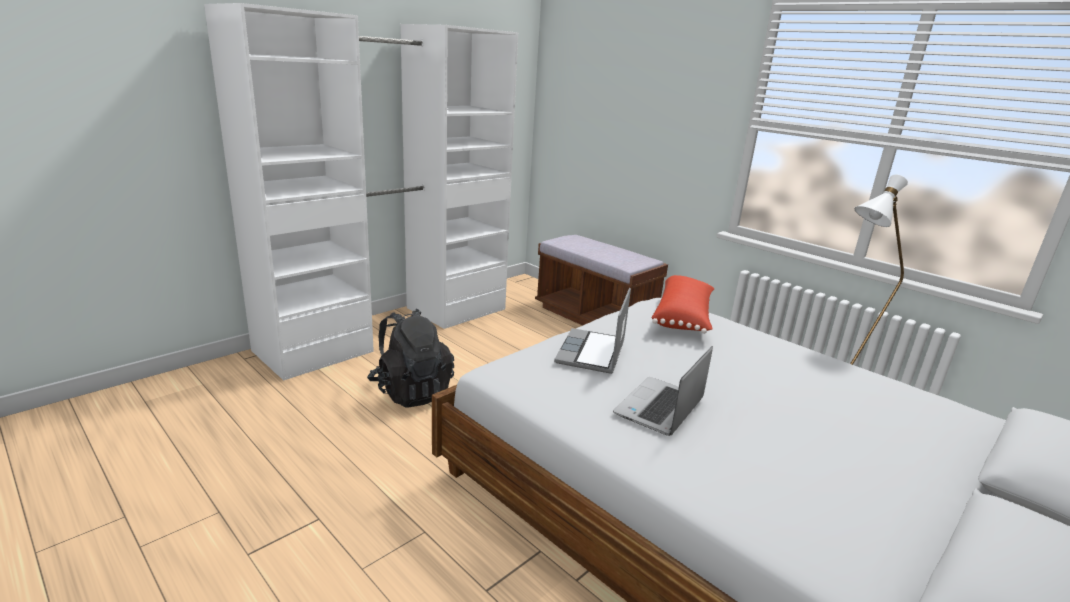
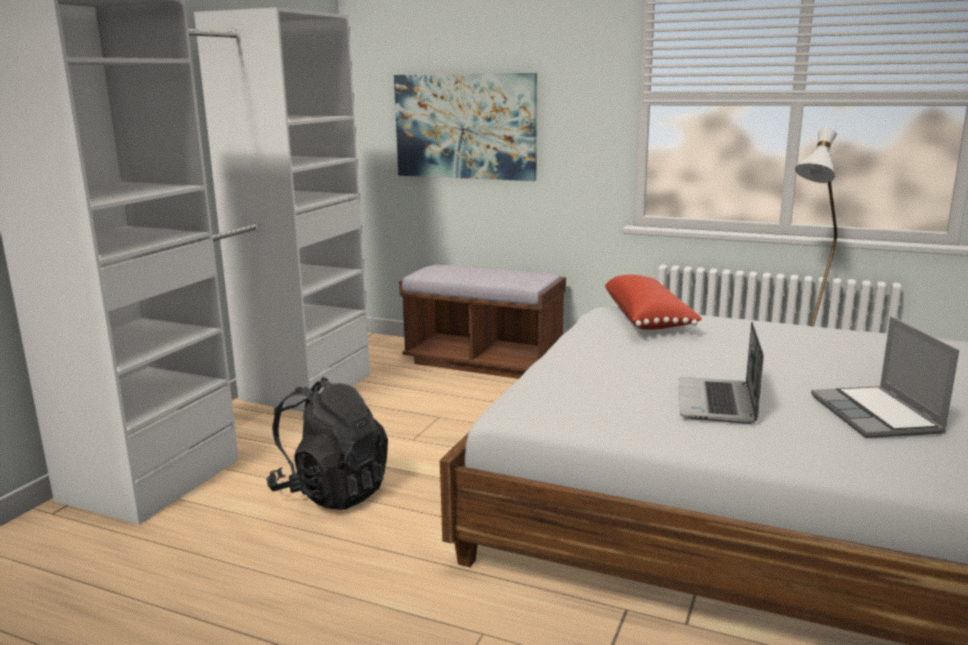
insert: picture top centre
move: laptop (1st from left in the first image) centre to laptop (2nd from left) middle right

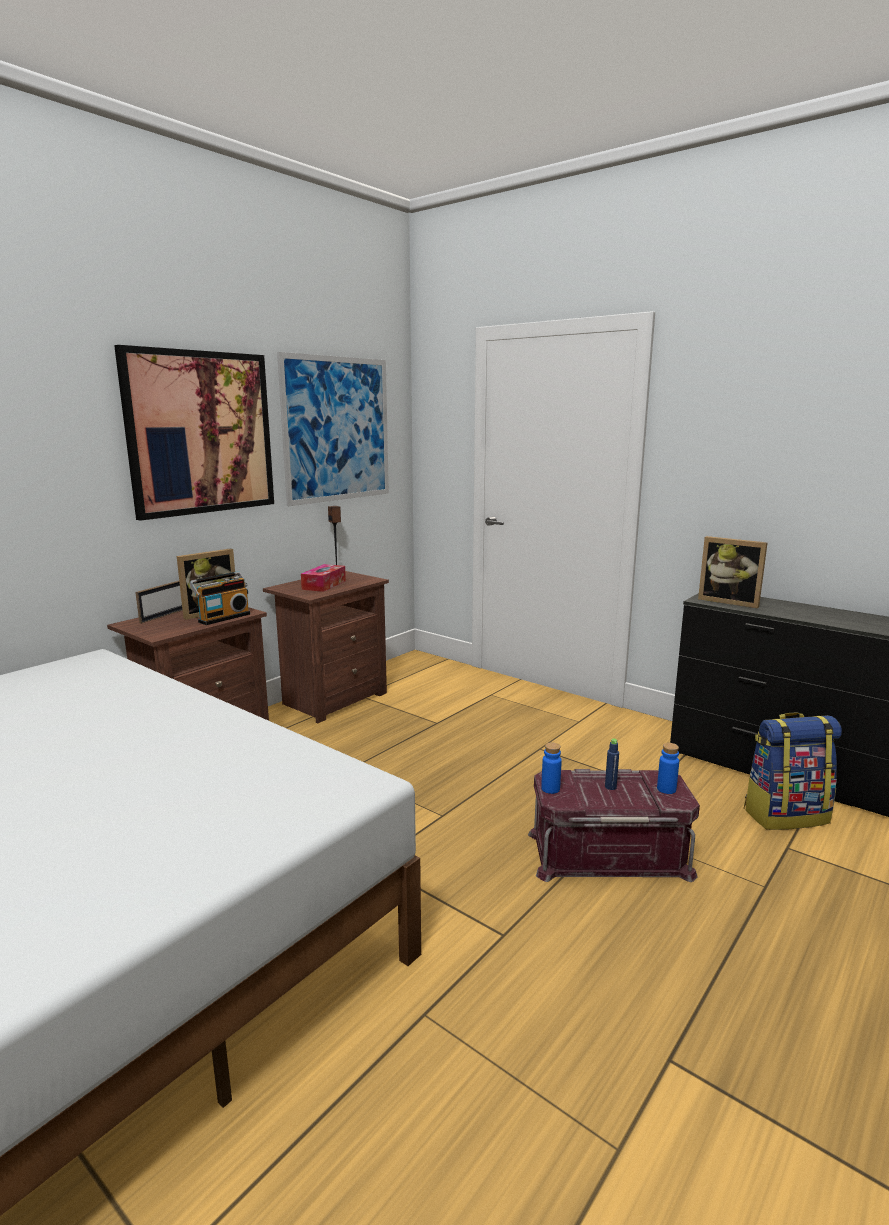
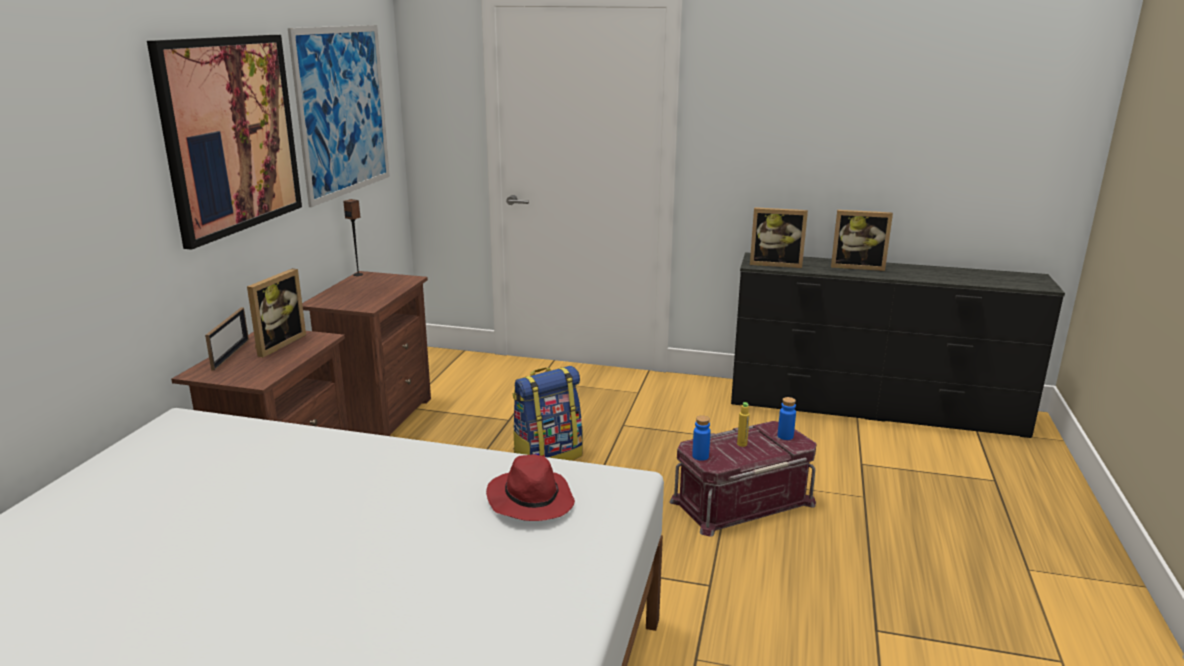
delete: radio set middle left; tissue holder centre
insert: red wearable hat bottom centre; standing frame (4th from left) middle right
move: rucksack middle right to centre
recolor: blue-coloured beverage bottle (2nd from left) middle right to yellow beverage bottle centre

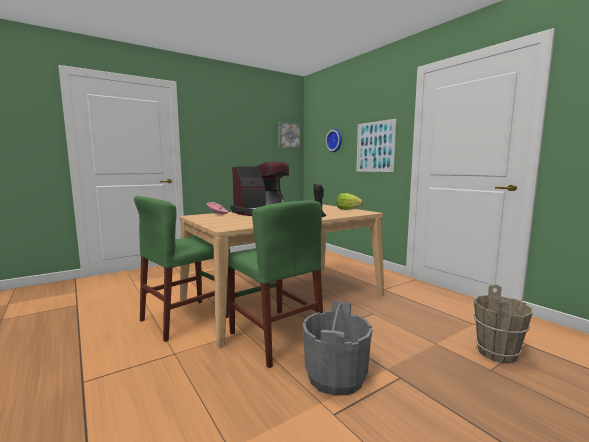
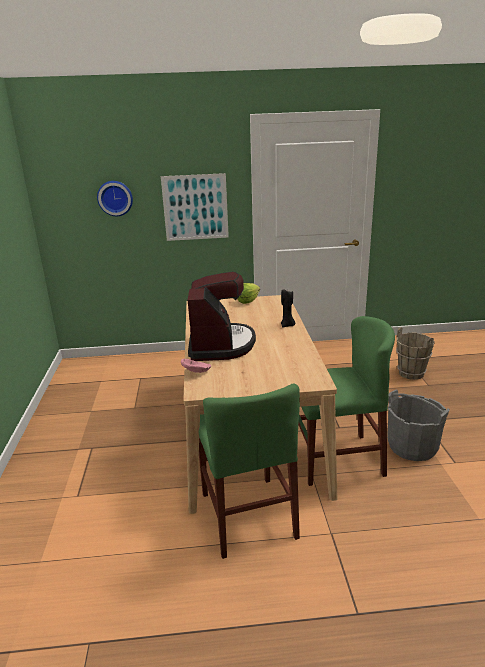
delete: picture (1st from left) top centre

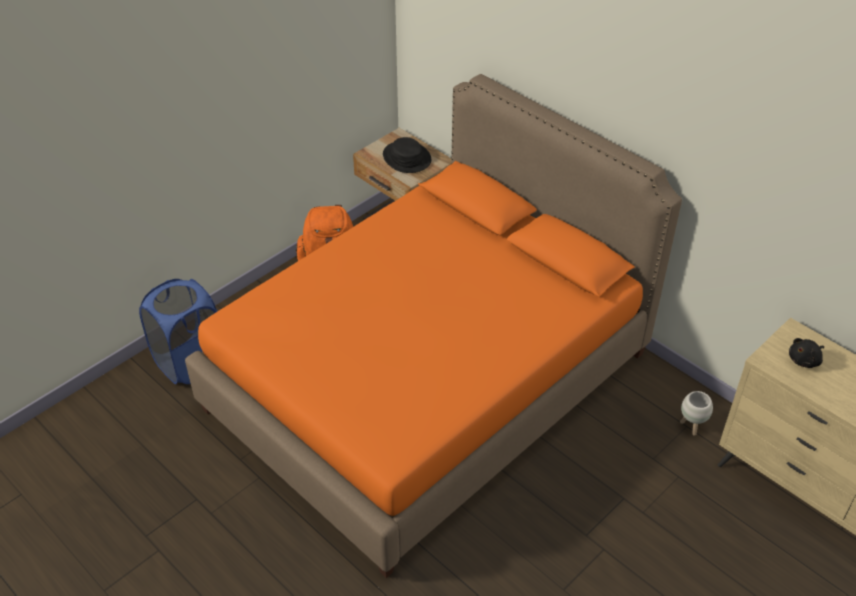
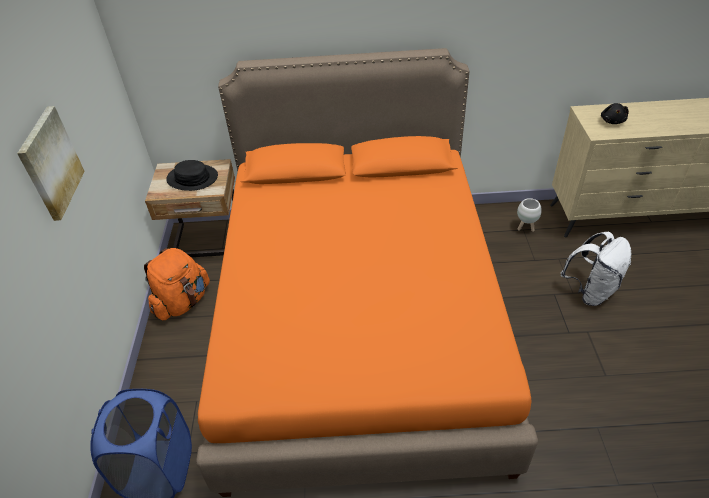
insert: picture top left; white-coloured rucksack middle right

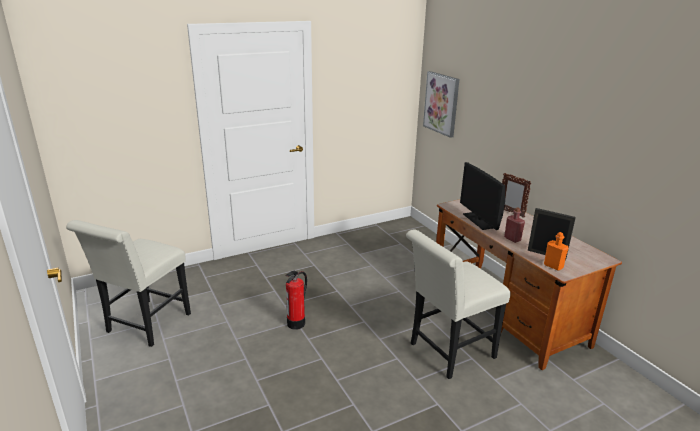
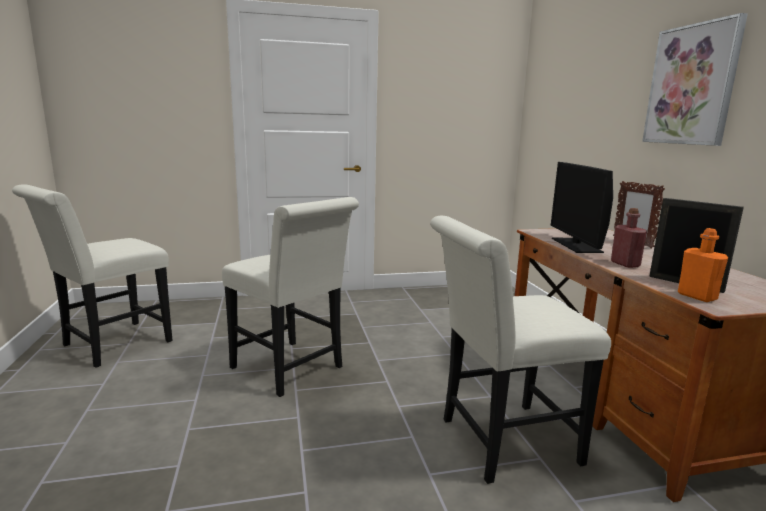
move: picture top centre to top right
replace: fire-fighting cylinder bottom centre to white-coloured chair (2nd from left) centre

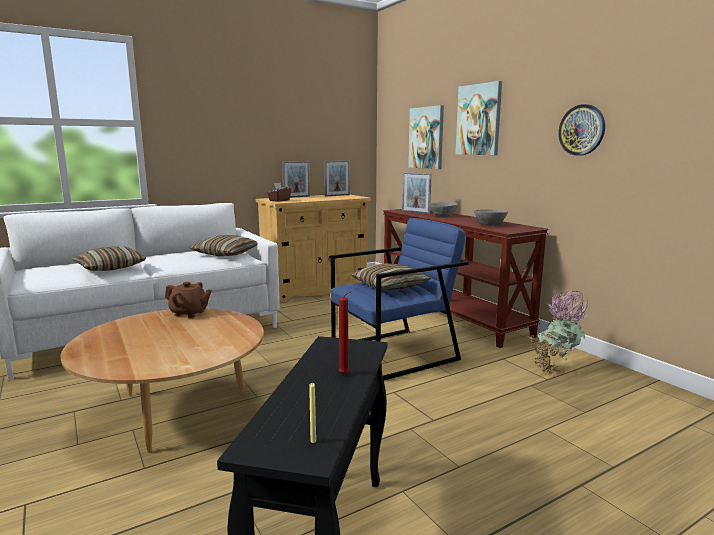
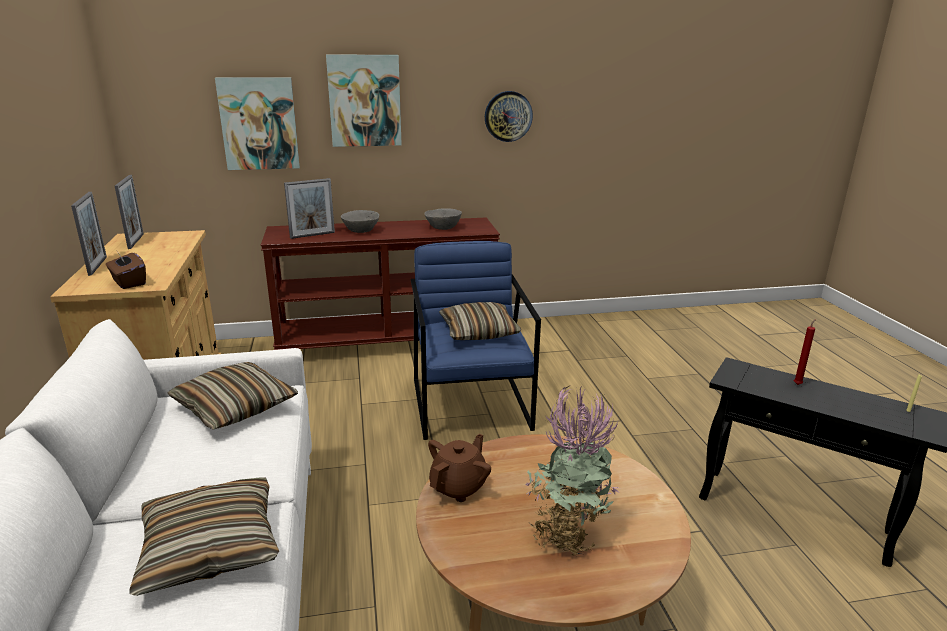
move: plant in a pot middle right to bottom centre

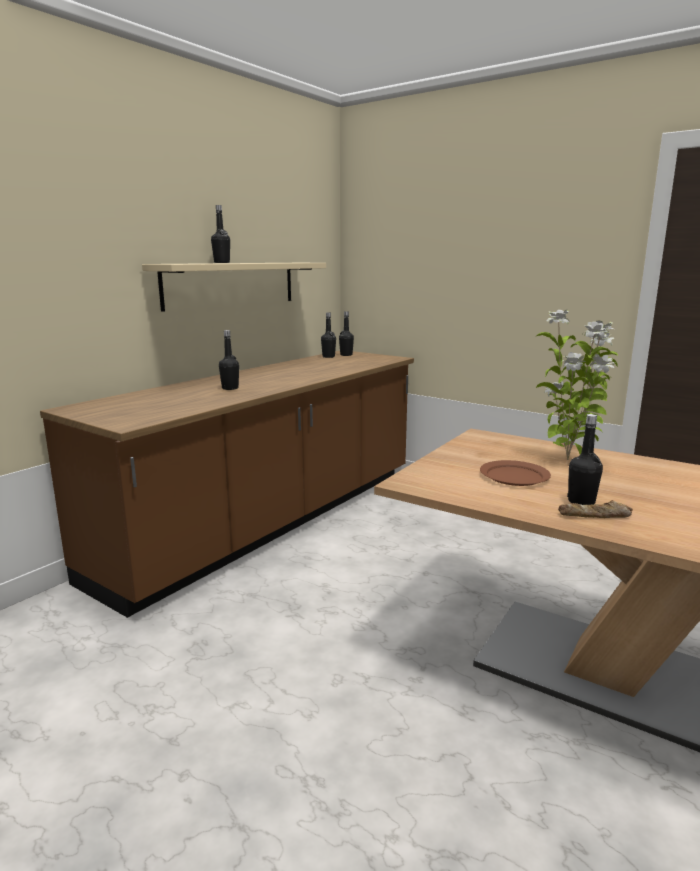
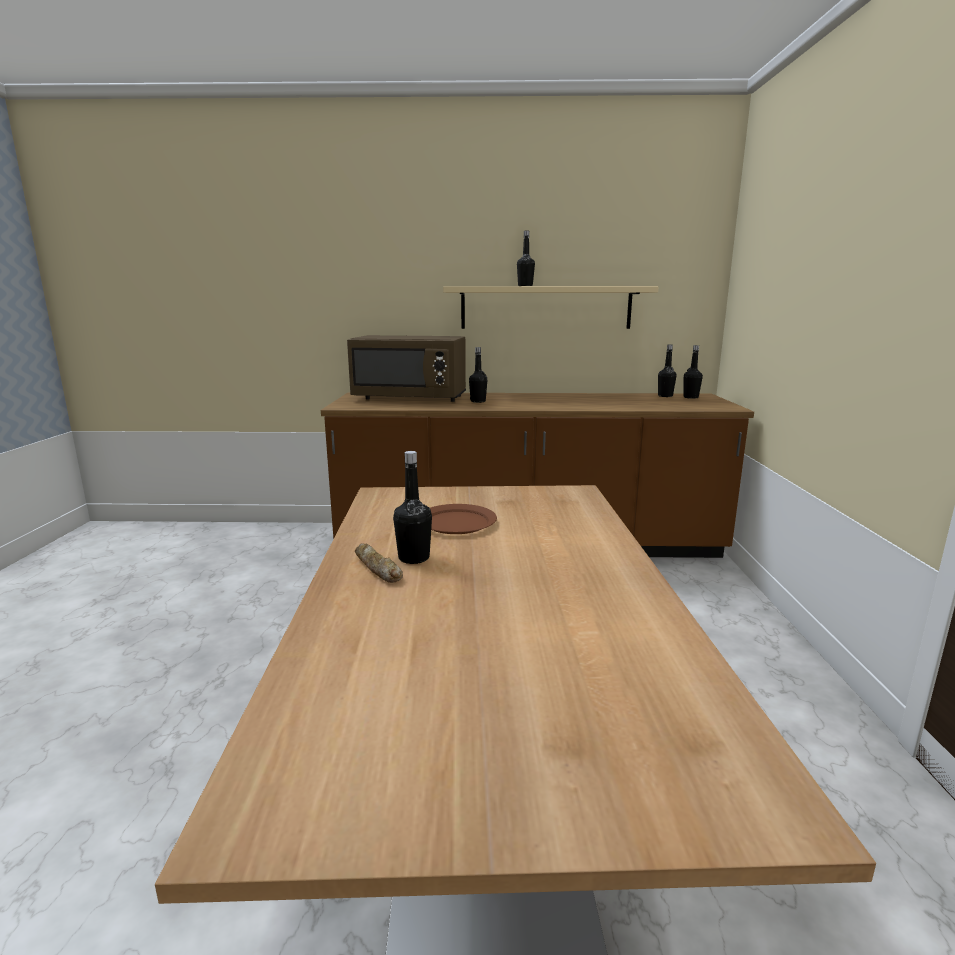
delete: plant in a pot middle right
insert: brown-coloured microwave oven centre

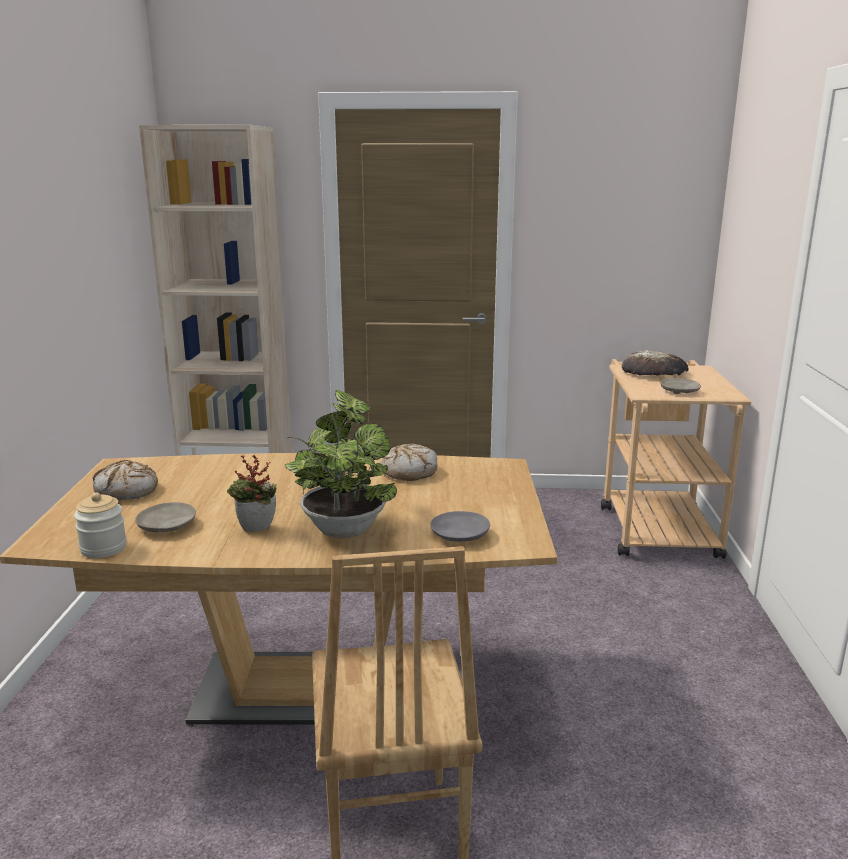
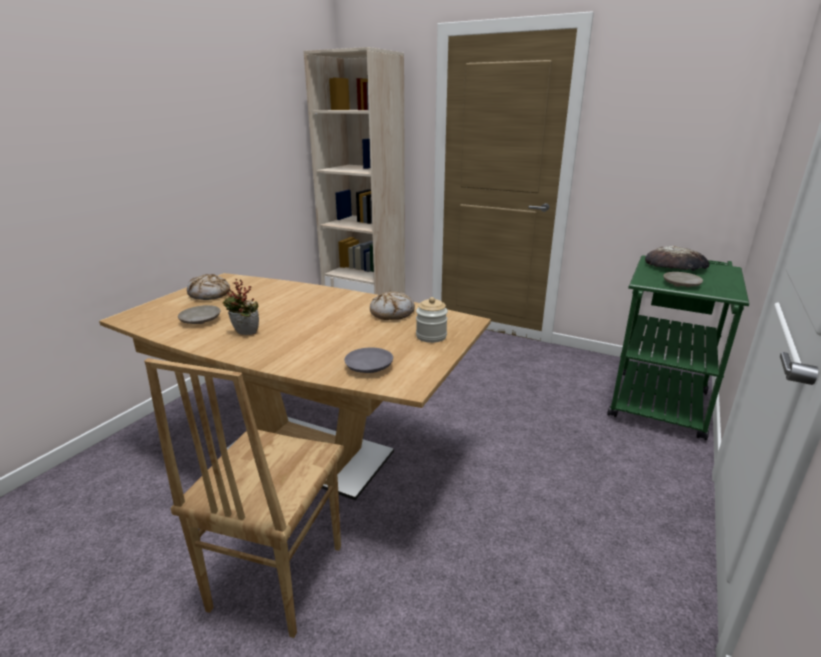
delete: plant in a pot (2nd from left) centre
move: jar middle left to centre
recolor: sand-coloured trolley middle right to green trolley middle right

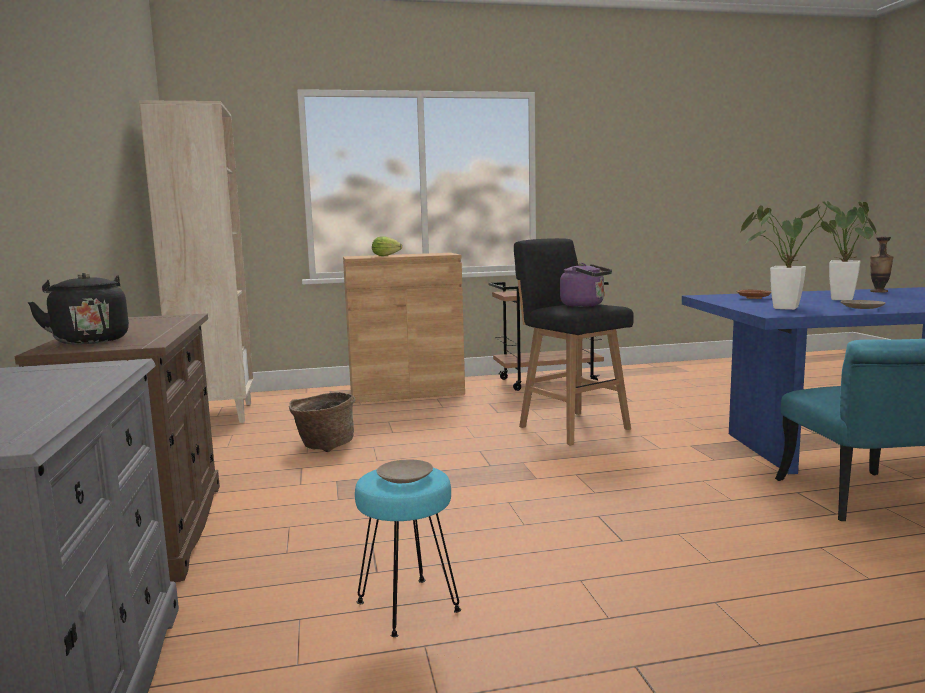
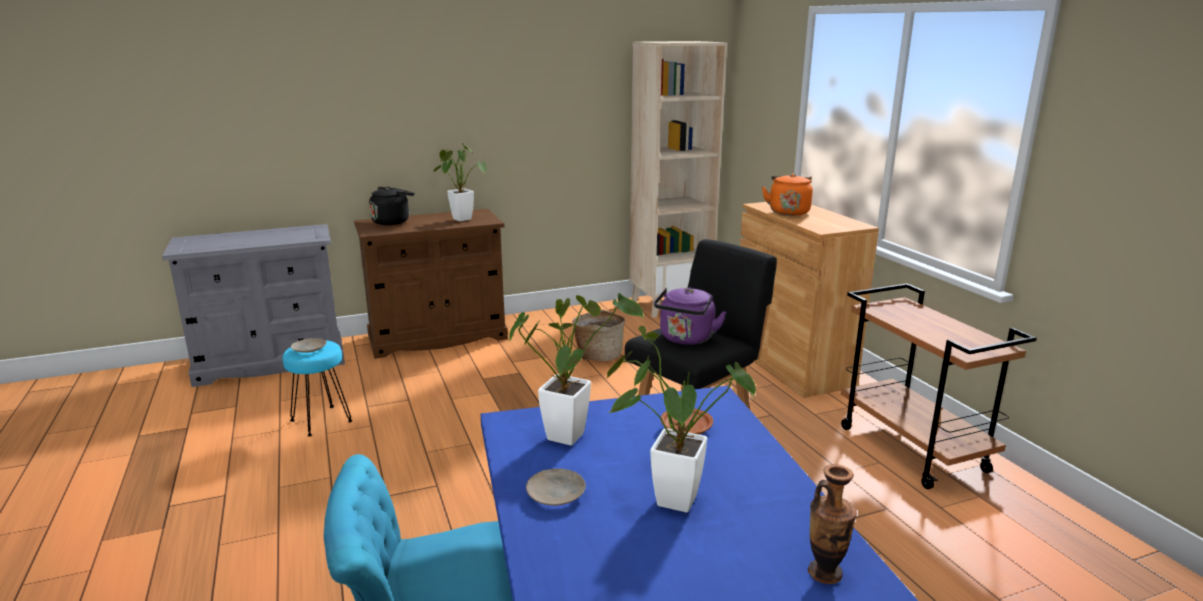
insert: plant in a pot (1st from left) top centre
replace: head of lettuce centre to orange tea kettle top centre

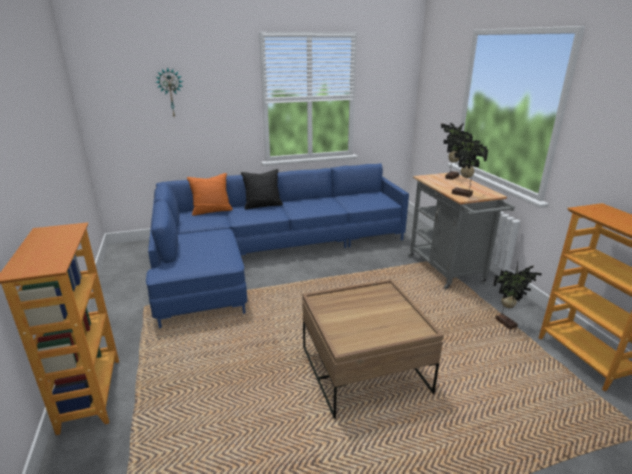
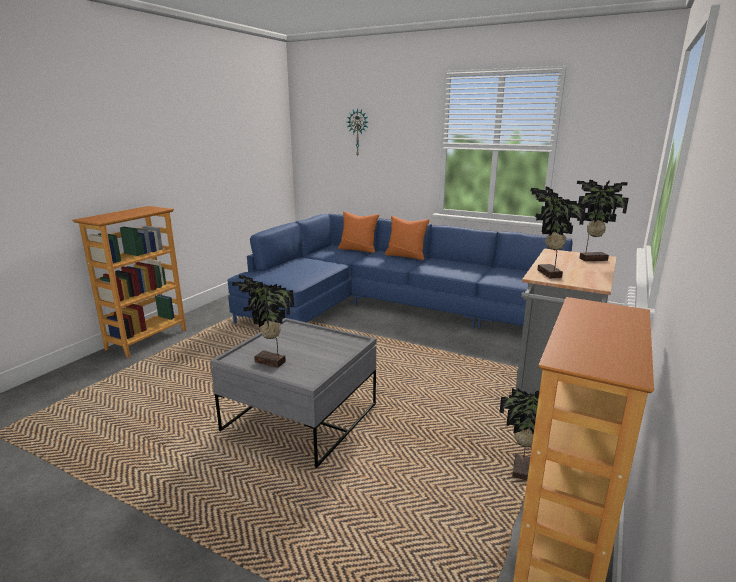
insert: plant in a pot (1st from left) centre
recolor: brown-coloured lounge table bottom centre to gray lounge table bottom centre; black cushion centre to orange cushion (2nd from left) centre

